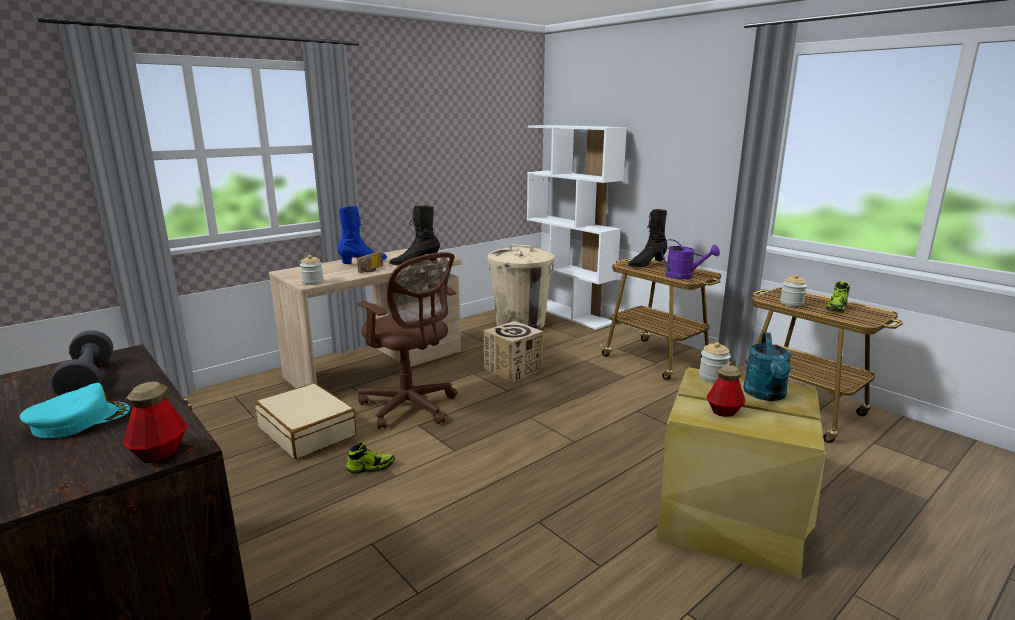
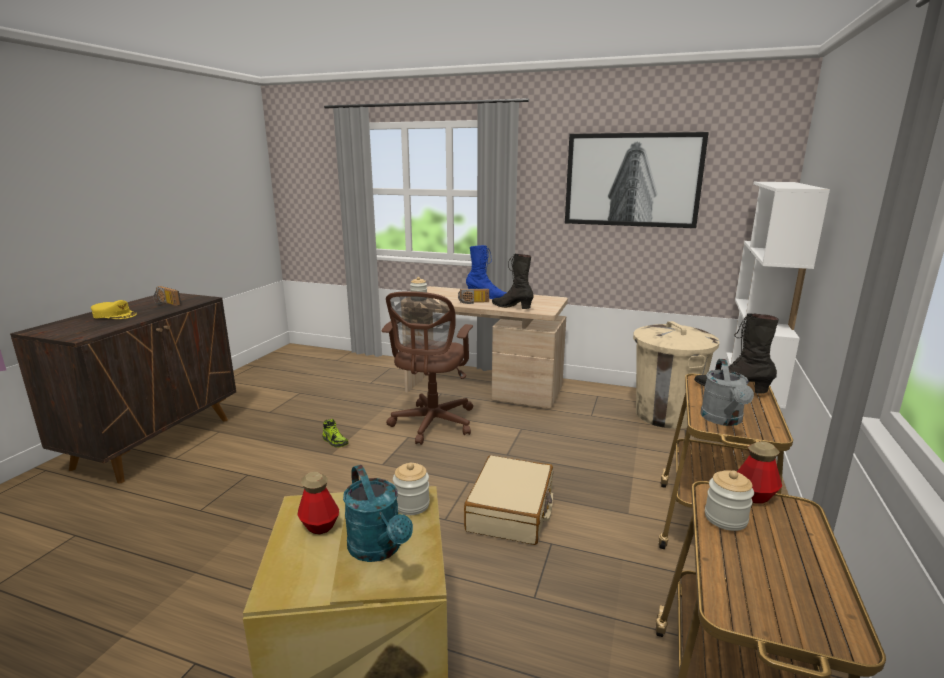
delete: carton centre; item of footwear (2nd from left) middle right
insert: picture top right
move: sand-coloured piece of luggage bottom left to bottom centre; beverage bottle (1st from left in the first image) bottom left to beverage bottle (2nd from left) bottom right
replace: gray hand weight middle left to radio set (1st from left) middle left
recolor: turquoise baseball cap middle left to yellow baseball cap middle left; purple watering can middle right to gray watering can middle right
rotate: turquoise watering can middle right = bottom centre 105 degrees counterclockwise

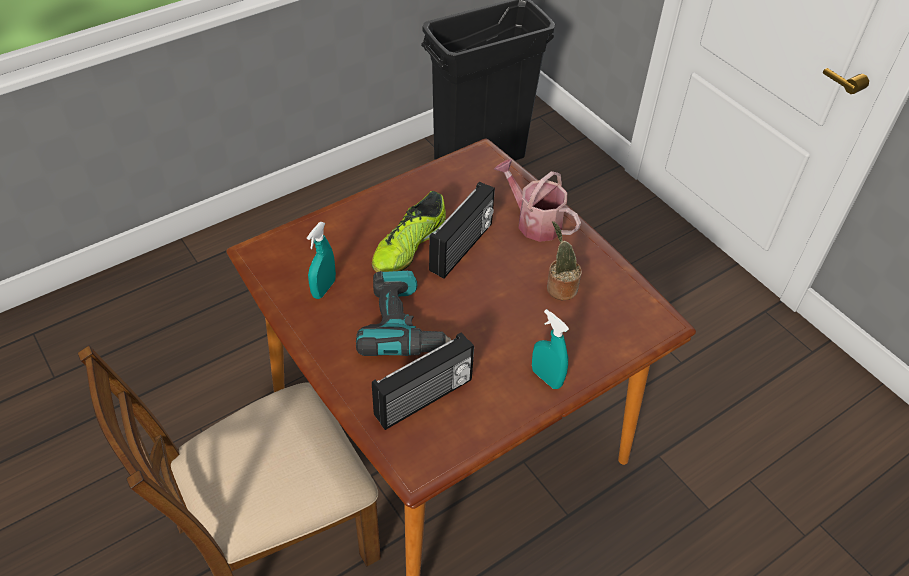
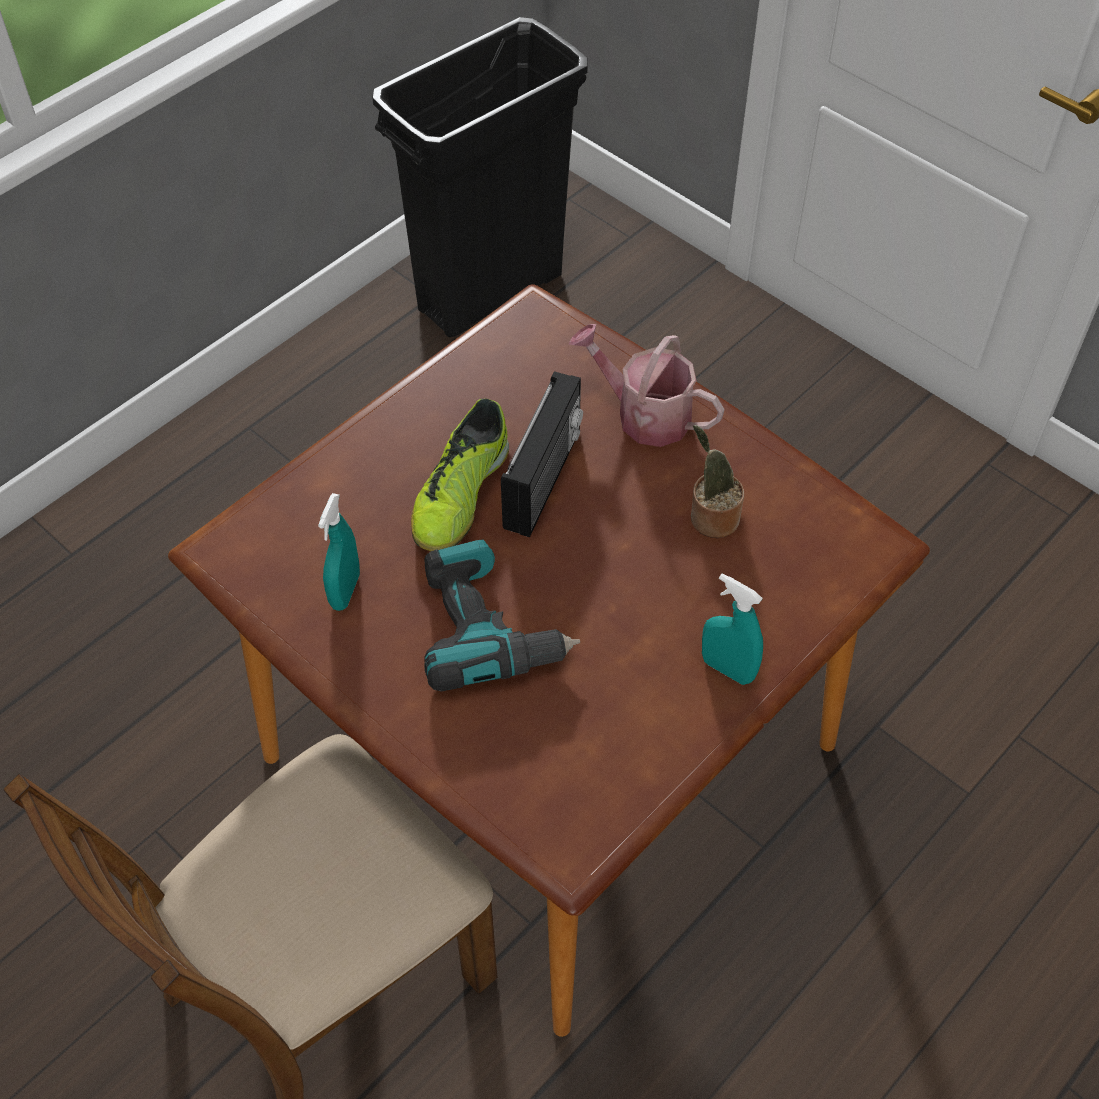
delete: radio set (1st from left) centre

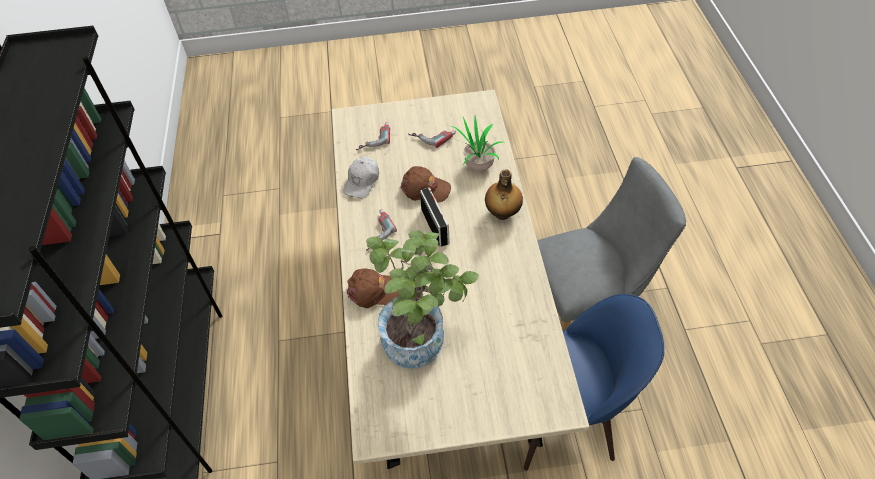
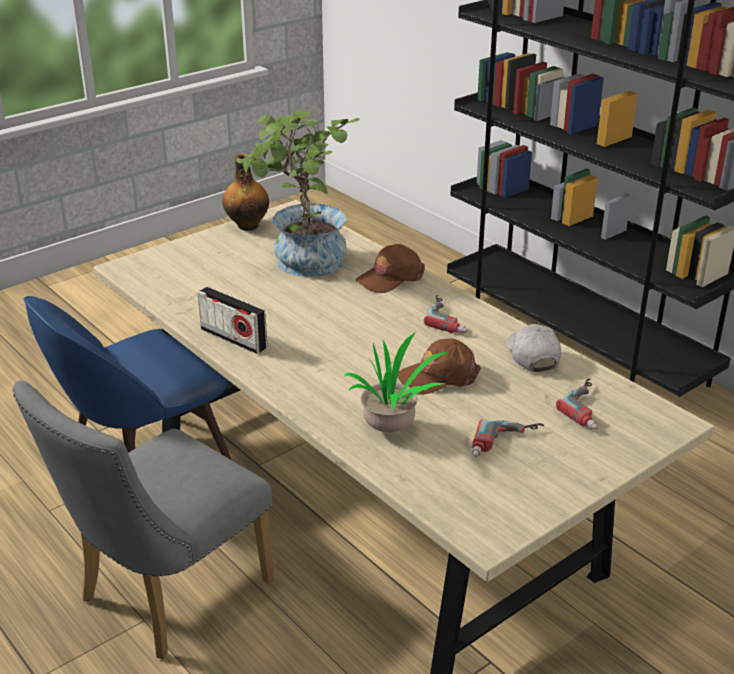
move: radio set centre to middle left; beverage bottle centre to top centre

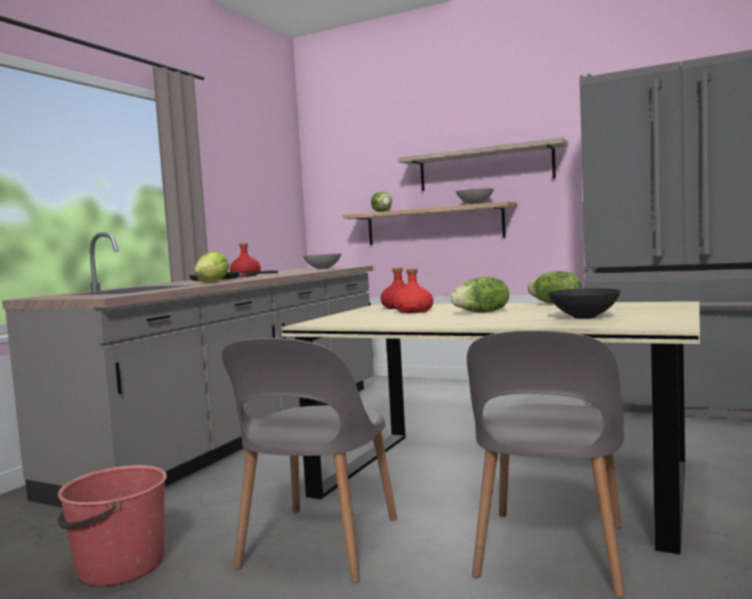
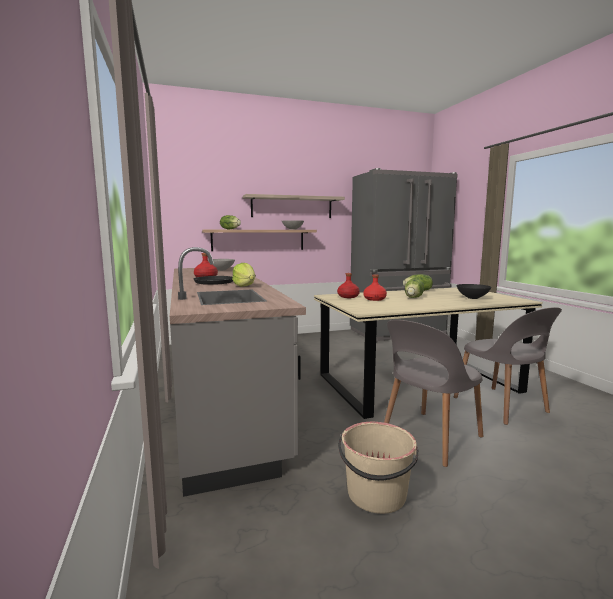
recolor: red water bucket bottom left to sand-coloured water bucket bottom centre
rotate: gray chair (1st from left) bottom centre = middle right 75 degrees clockwise

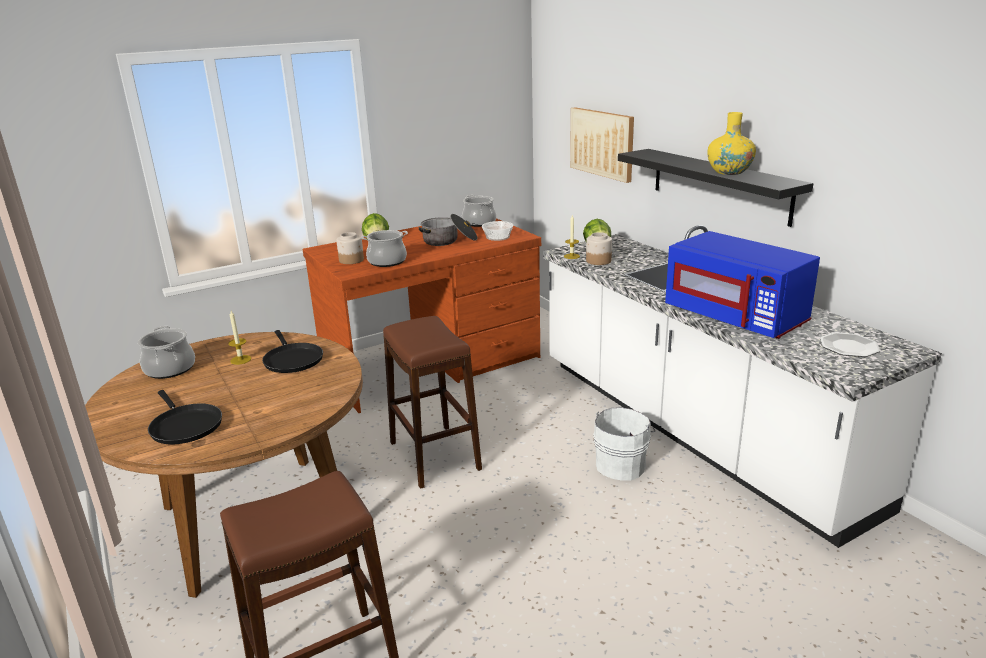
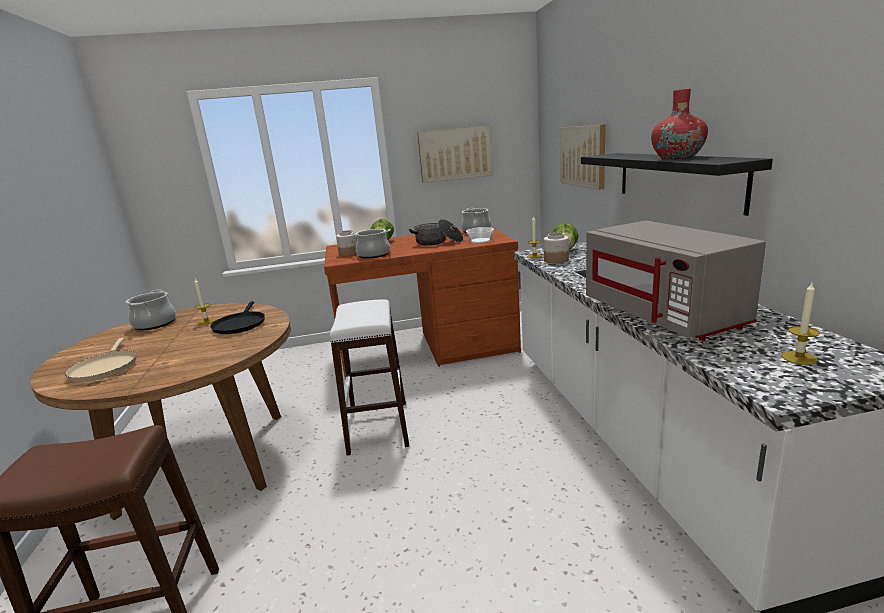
delete: white-coloured water bucket bottom centre
insert: picture (1st from left) top centre
replace: dinner plate middle right to wax light (3rd from left) middle right
recolor: black pan (1st from left) middle left to sand-coloured pan middle left; brown-coloured sitting stool (2nd from left) centre to white-coloured sitting stool centre; blue-coloured microwave oven middle right to gray microwave oven middle right; yellow decorative vase top right to red decorative vase top right

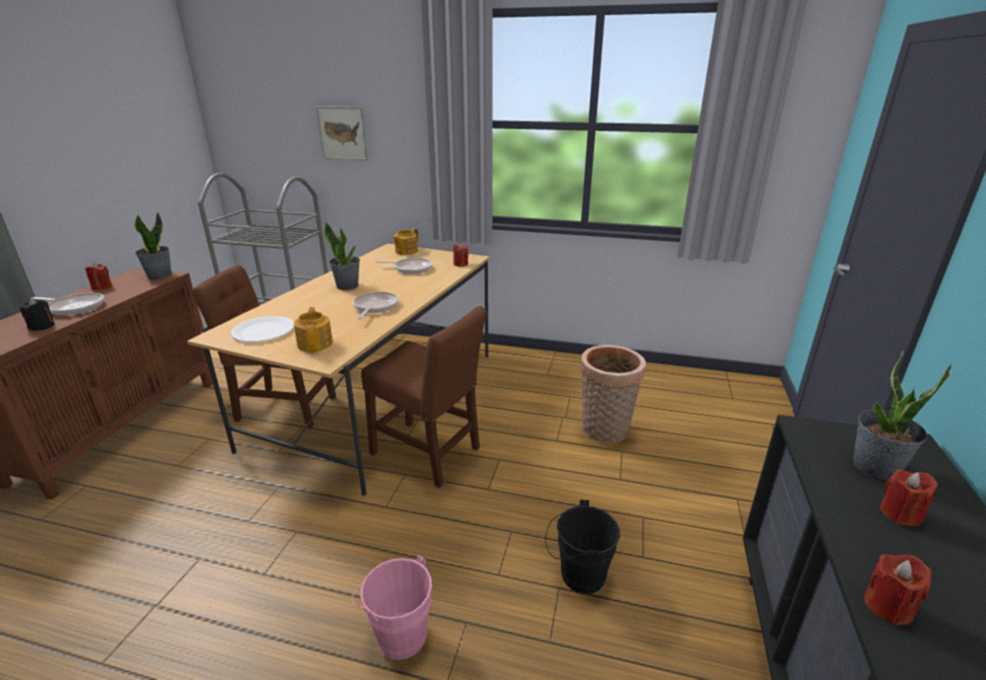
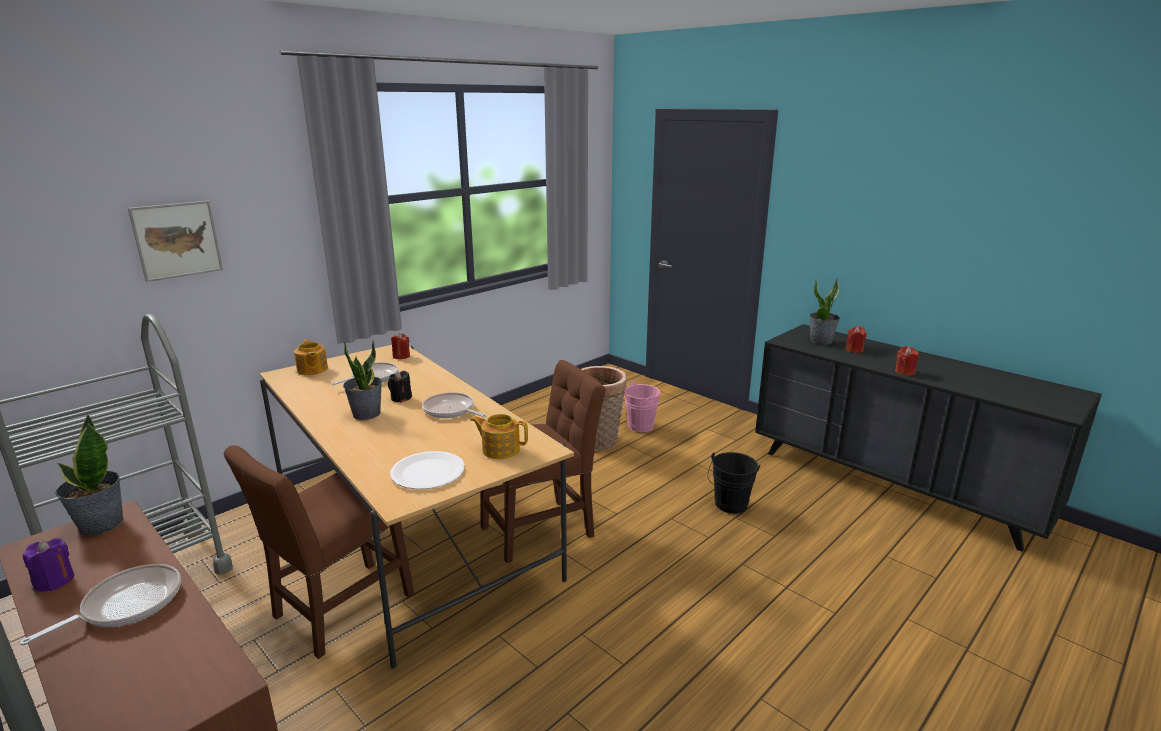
move: black wax light middle left to centre; pinkish water bucket bottom centre to centre
recolor: red wax light (1st from left) middle left to purple wax light bottom left

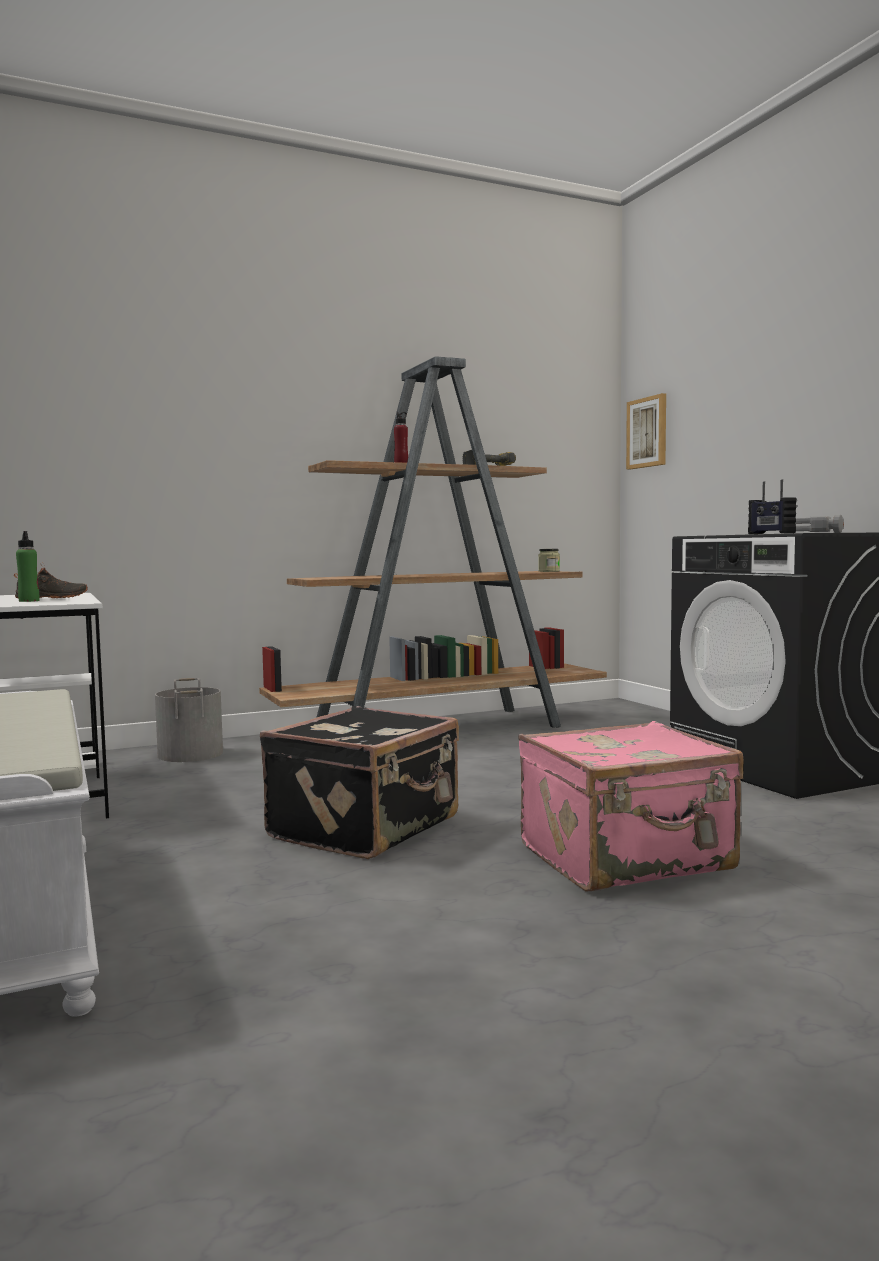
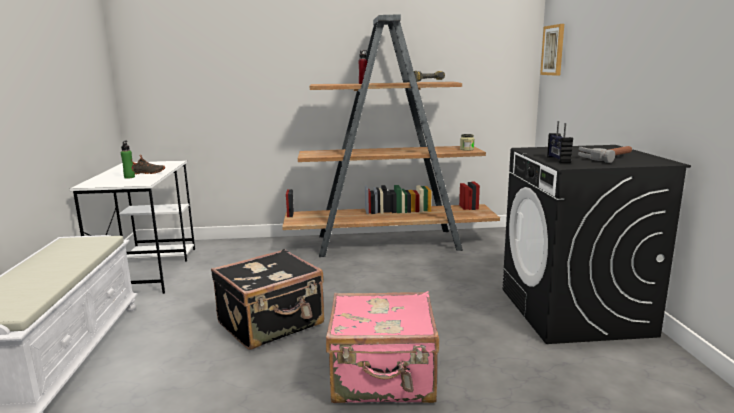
delete: gray water bucket middle left

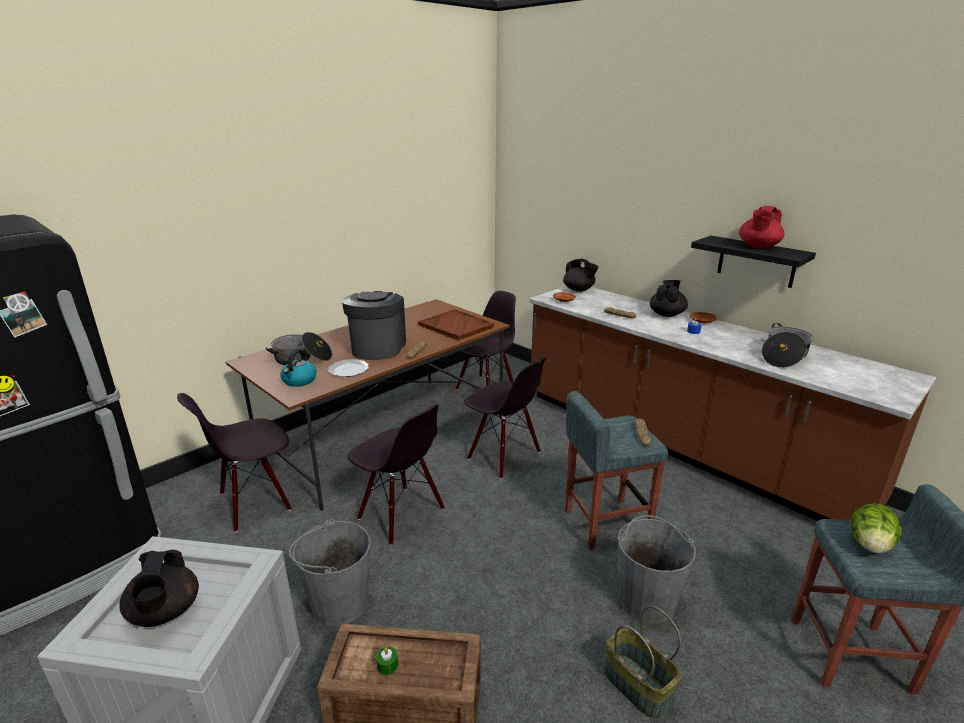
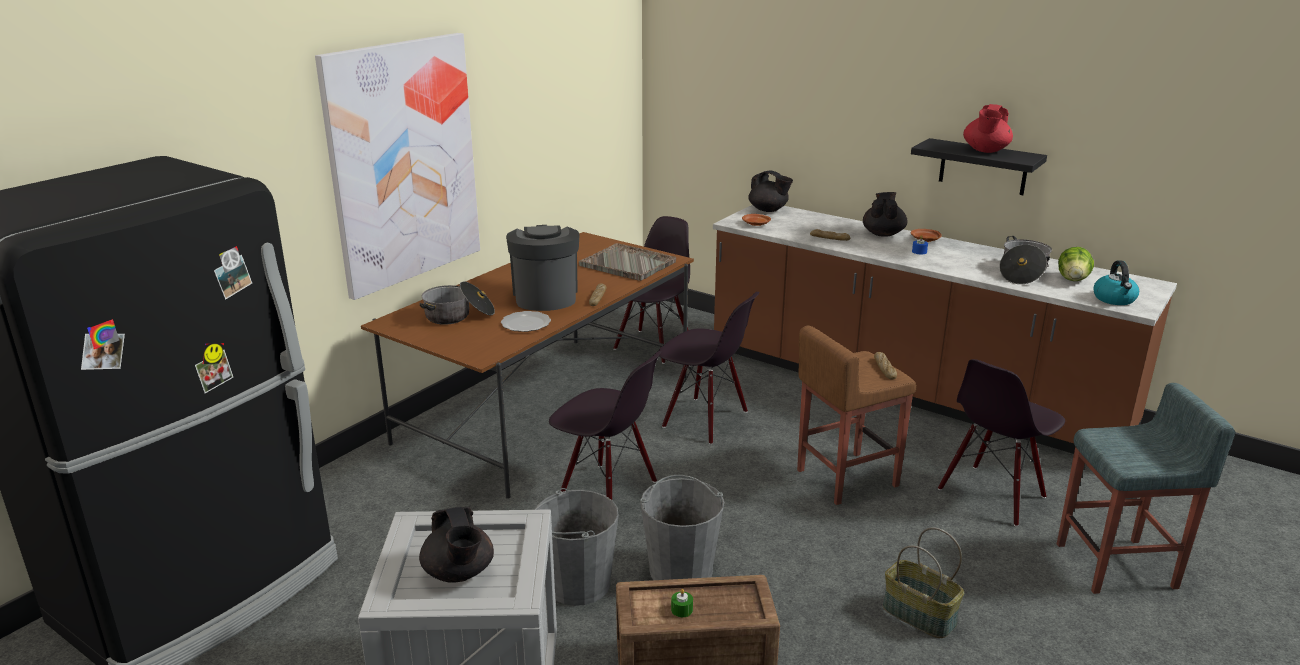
insert: picture top left
move: gray water bucket (2nd from left) bottom right to bottom centre; black chair (1st from left in the first image) middle left to black chair (4th from left) middle right; head of lettuce bottom right to middle right; tea kettle middle left to middle right
recolor: brown-coloured tray centre to gray tray centre; gray sitting stool (1st from left) centre to brown-coloured sitting stool centre

